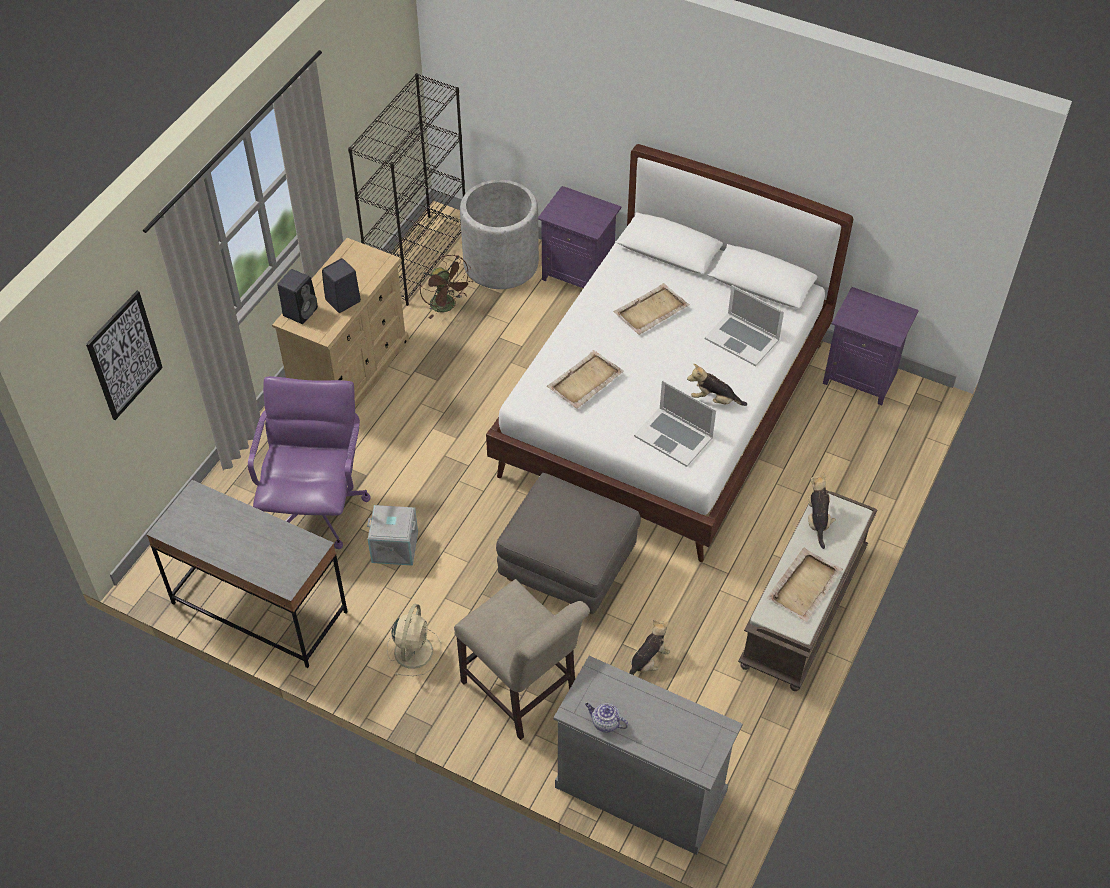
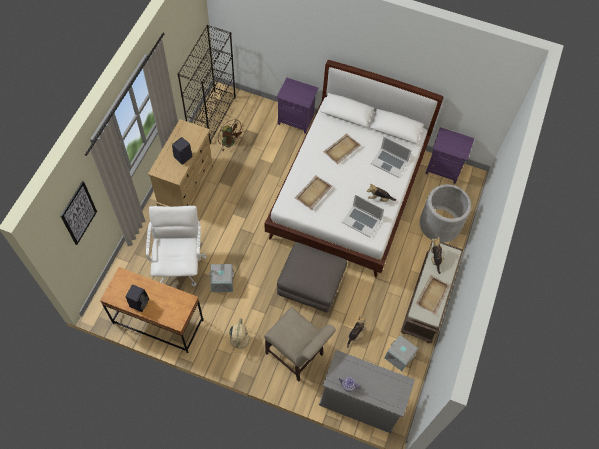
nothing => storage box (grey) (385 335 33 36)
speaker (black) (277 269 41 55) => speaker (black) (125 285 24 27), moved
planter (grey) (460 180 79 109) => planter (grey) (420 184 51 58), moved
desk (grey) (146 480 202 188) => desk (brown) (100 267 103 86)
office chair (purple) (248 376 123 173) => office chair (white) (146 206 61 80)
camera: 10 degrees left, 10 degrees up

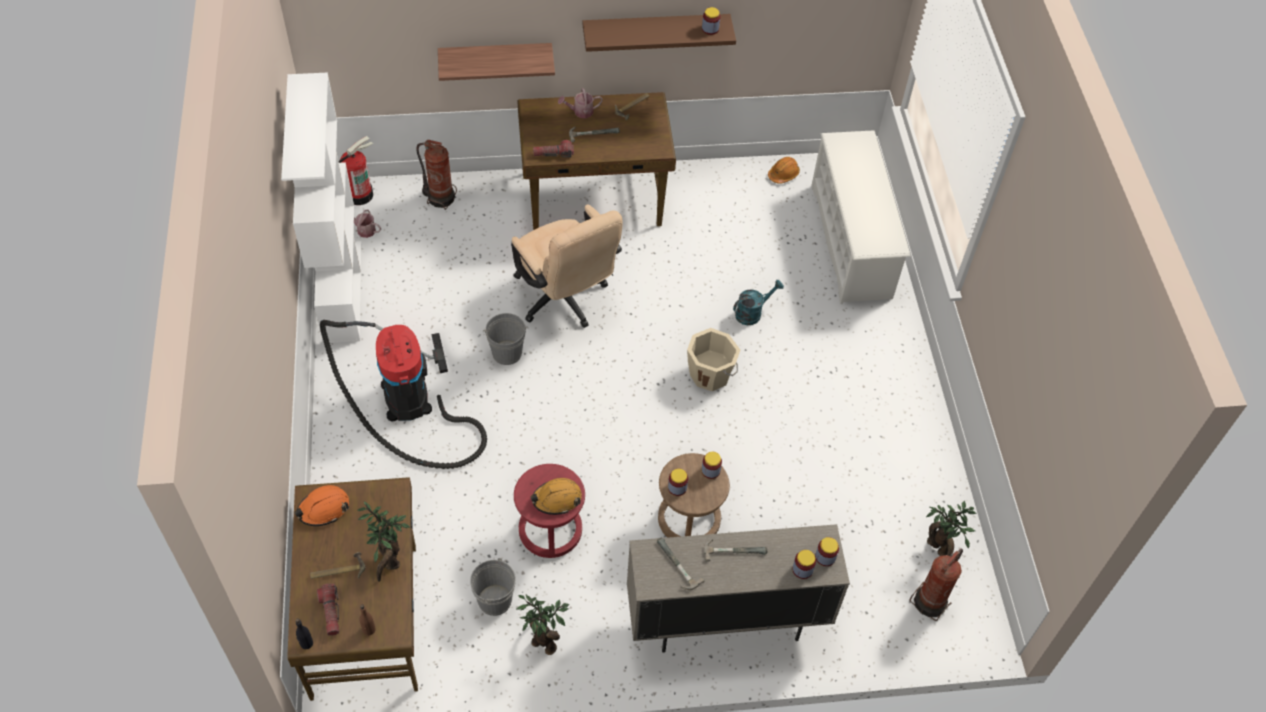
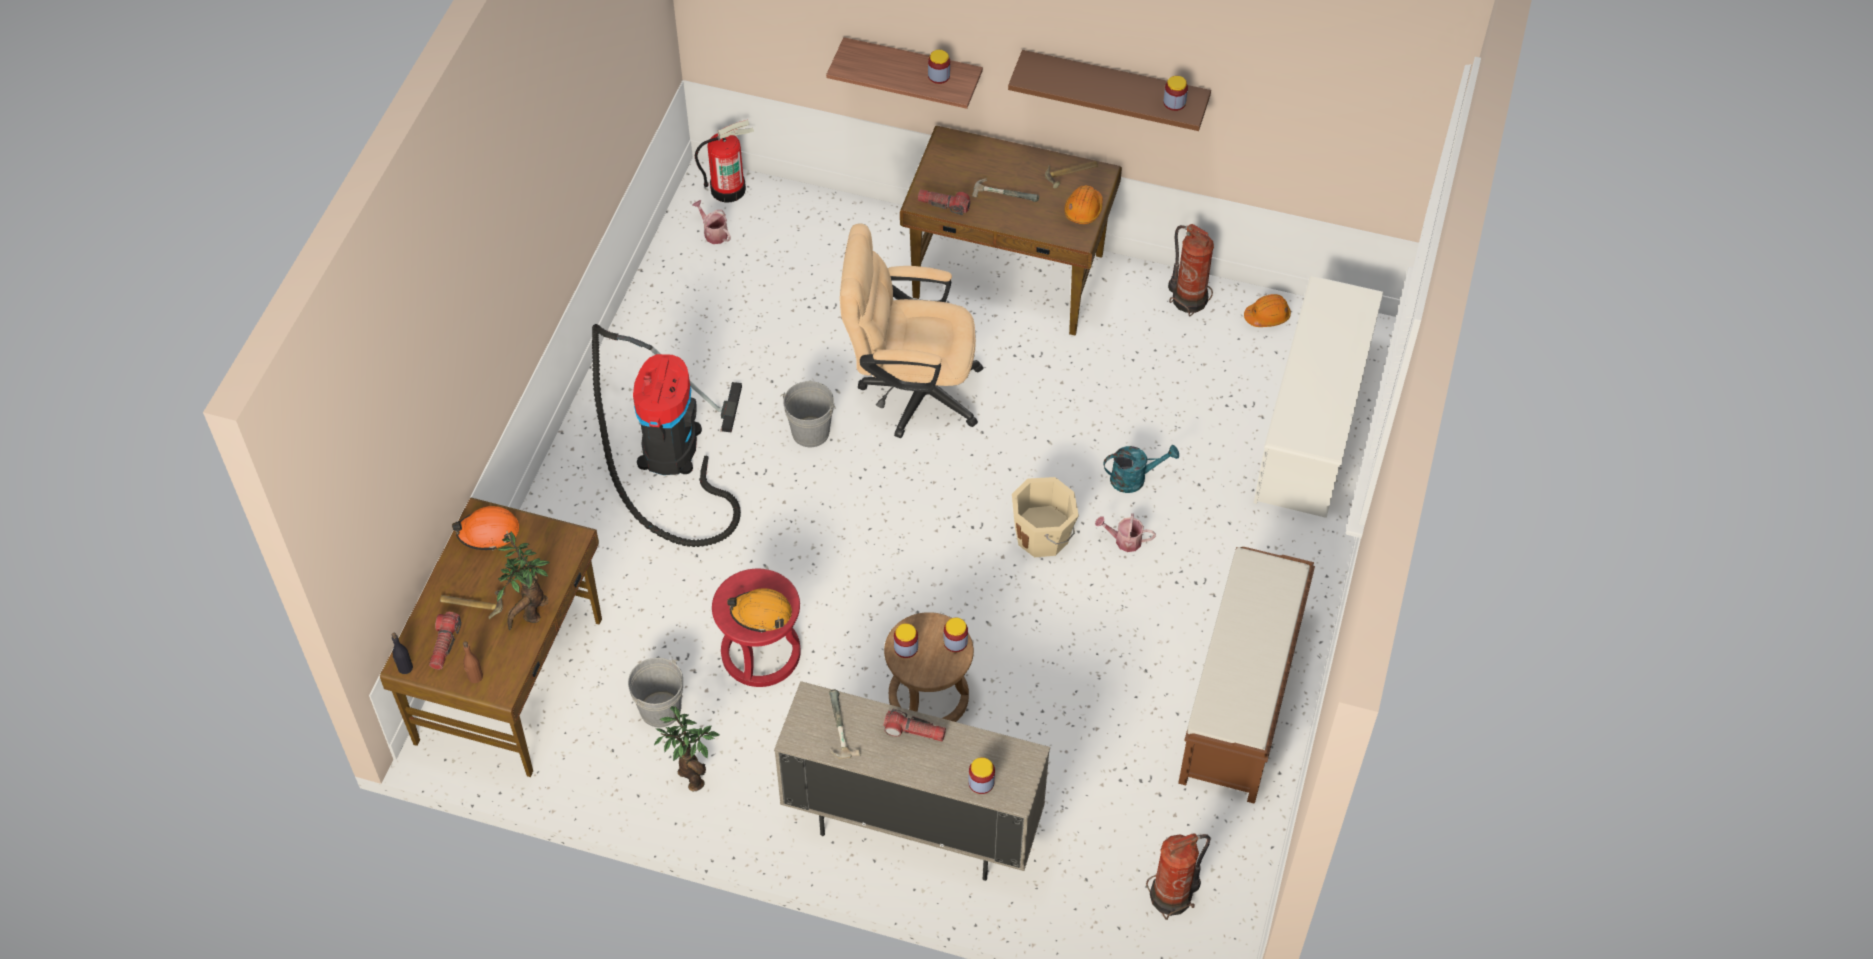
bookcase (white) (281 72 80 271) => nothing
potted plant (926 501 51 55) => nothing
nothing => hard hat (orange) (1064 185 39 39)
nothing => bench (brown) (1178 547 137 257)
fire extinguisher (416 140 41 70) => fire extinguisher (1168 224 46 92), moved
watering can (558 88 44 30) => watering can (1095 513 61 39), moved
jar (815 537 24 29) => jar (928 50 22 34), moved
hammer (704 539 64 23) => flashlight (884 709 62 33)
office chair (beige) (511 205 112 123) => office chair (beige) (840 223 144 215), 105 degrees clockwise
camera: 25 degrees right, 0 degrees up

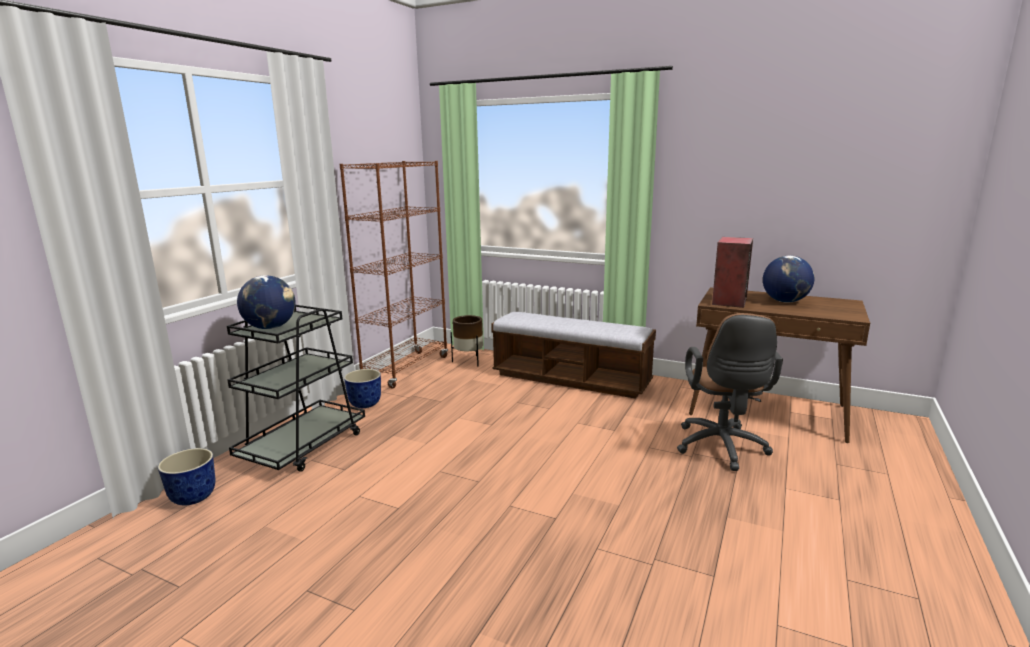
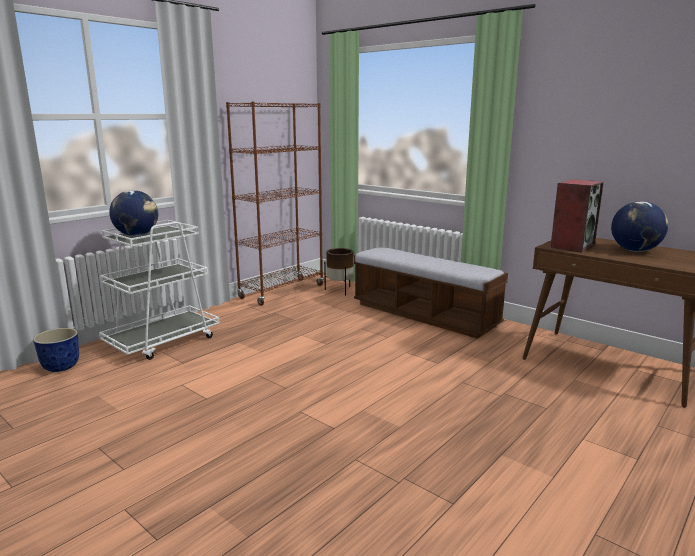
planter (344 369 37 39) => nothing
office chair (brown) (677 313 106 158) => nothing
cart (black) (227 305 138 167) => cart (white) (99 220 121 140)
camera: 15 degrees right, 0 degrees up

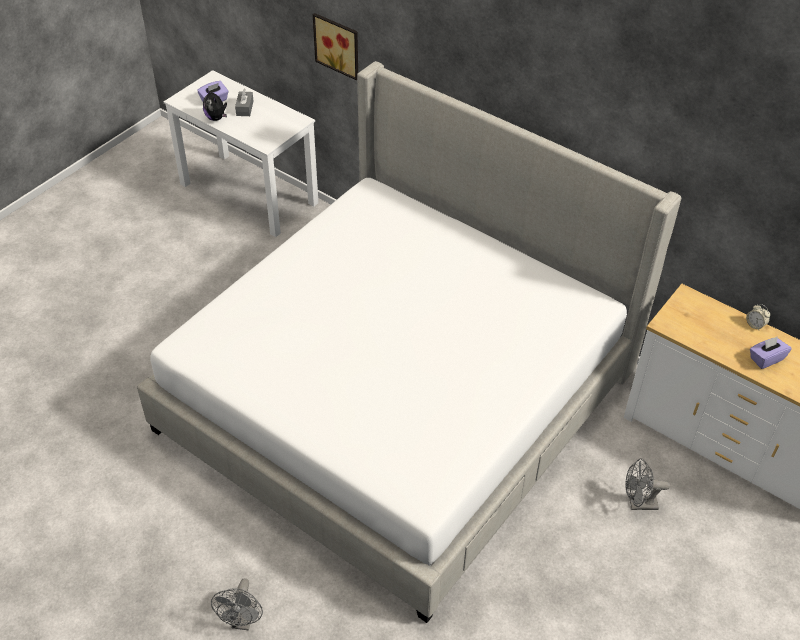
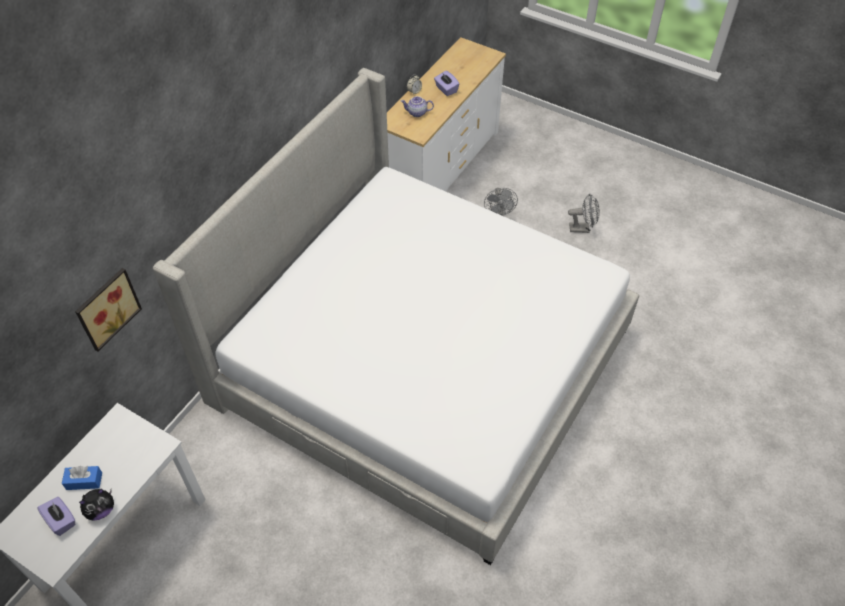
nothing => teapot (401 96 33 21)
fan (grey) (211 578 52 53) => fan (grey) (568 194 32 39), moved
tissue box (grey) (235 89 18 27) => tissue box (blue) (62 466 40 24)
camera: 95 degrees left, 5 degrees up

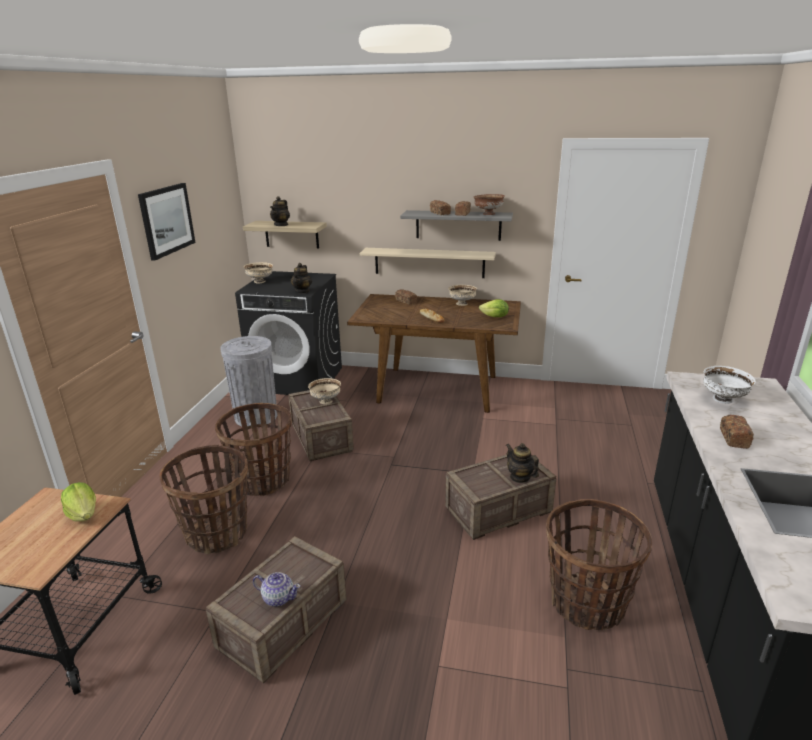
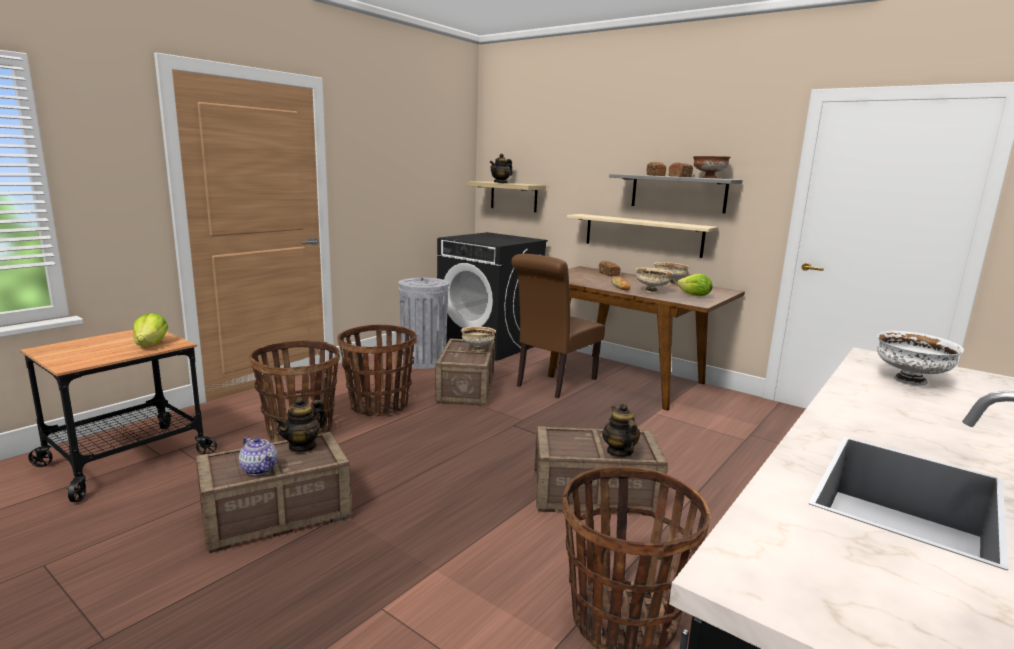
picture (138 183 58 78) => nothing
bread (720 415 34 34) => nothing
nothing => chair (brown) (511 254 94 144)
bowl (beige) (243 262 30 21) => bowl (beige) (636 268 37 25), moved
teapot (291 263 21 31) => teapot (274 397 53 56), moved
camera: 25 degrees right, 10 degrees down

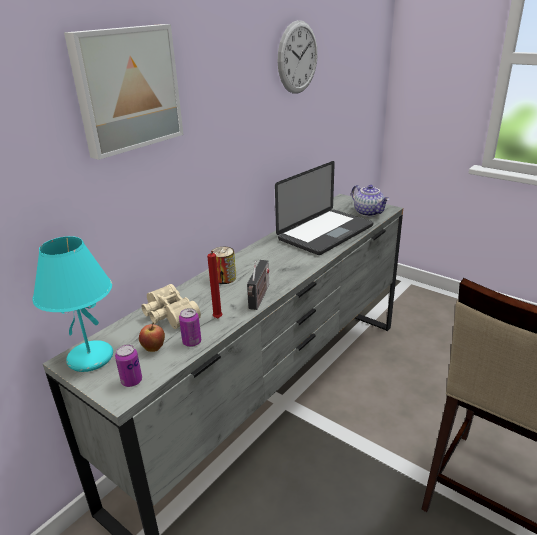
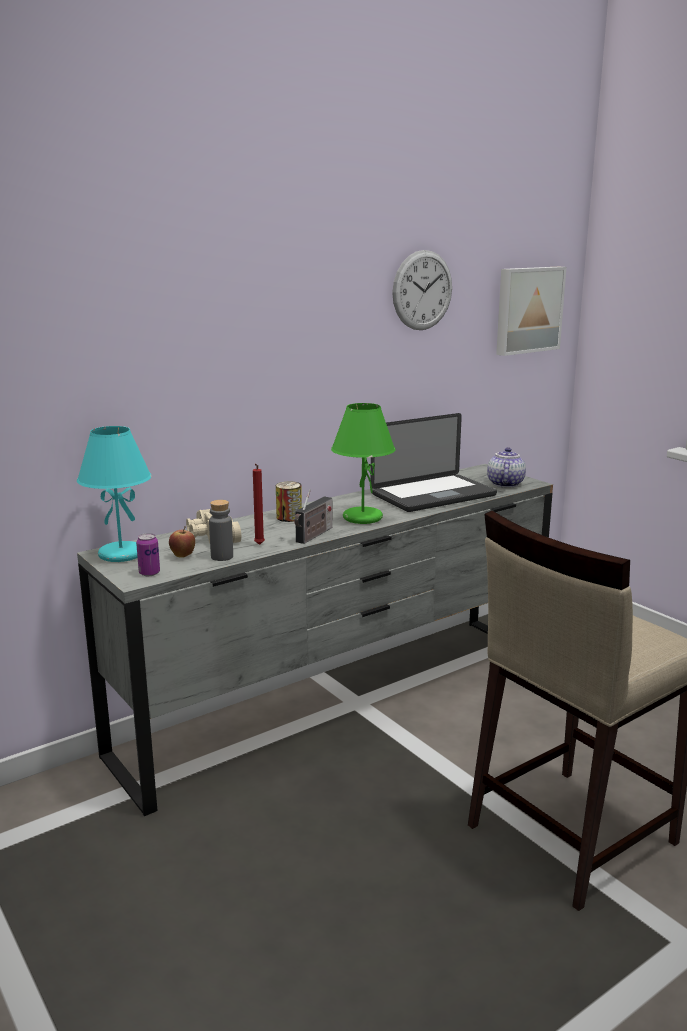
nothing => table lamp (green) (331 403 65 121)
picture (64 24 120 136) => picture (496 267 71 89), moved
can (179 308 22 39) => bottle (grey) (209 500 24 61)
teapot (351 185 38 32) => teapot (487 447 39 41), 150 degrees counterclockwise
camera: 15 degrees right, 10 degrees down

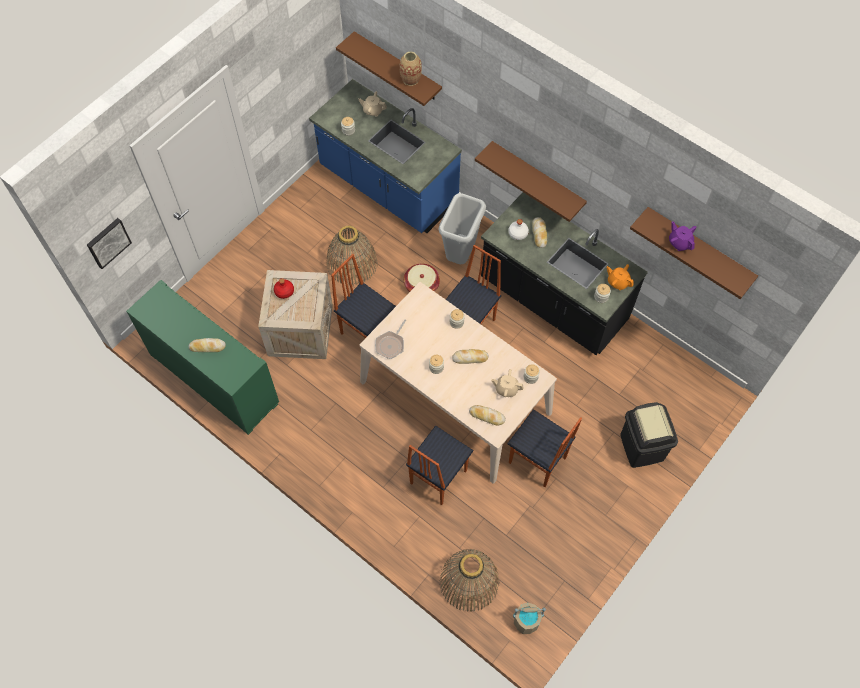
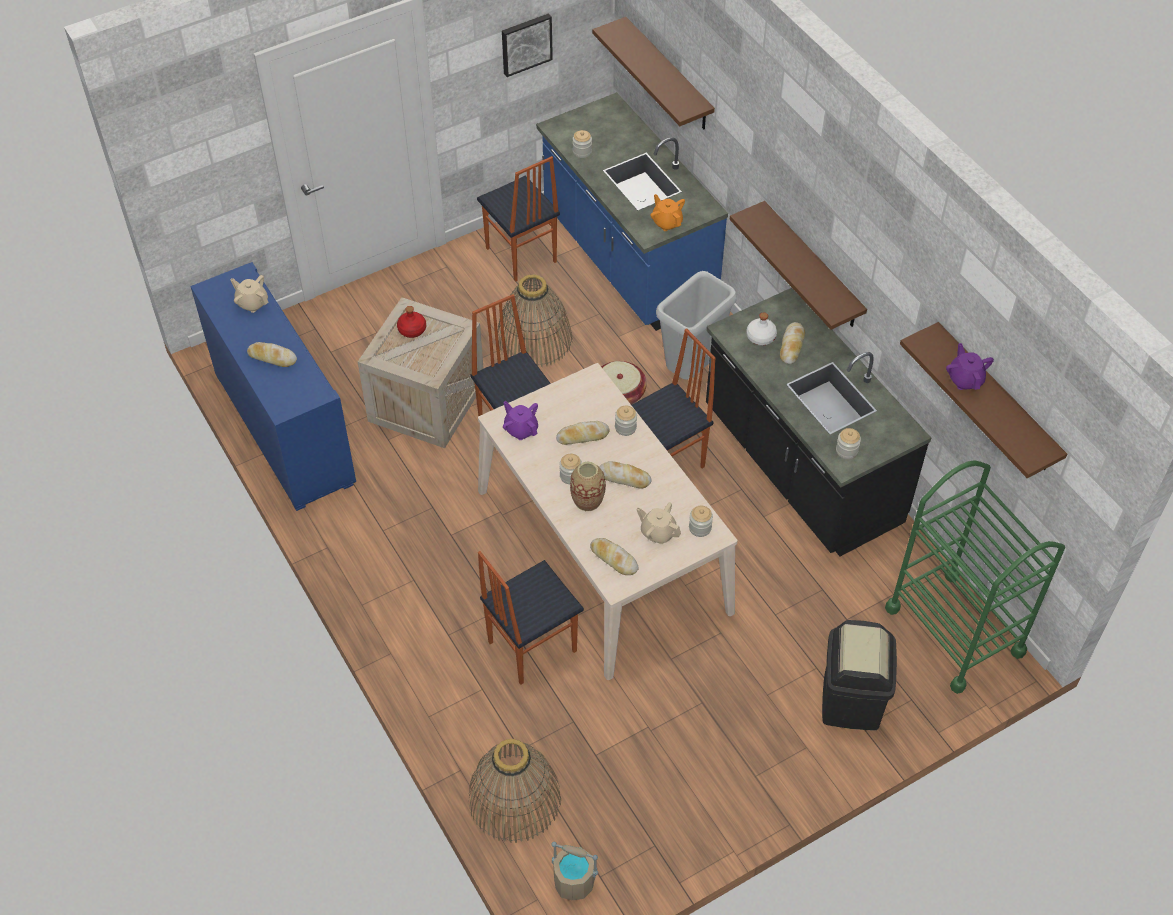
nothing => bread (556 421 53 24)
nothing => cart (green) (885 460 180 234)
picture (87 218 45 51) => picture (502 13 51 64), moved
teapot (beige) (358 91 29 26) => teapot (beige) (230 275 38 38), moved
vase (399 51 23 35) => vase (570 461 36 50), moved
chair (508 409 74 78) => chair (477 156 83 126), moved
teapot (orange) (606 264 28 26) => teapot (orange) (651 194 34 37), moved
frying pan (375 320 31 39) => teapot (purple) (503 401 35 39)
cabinet (green) (126 280 153 155) => cabinet (blue) (190 262 166 249)
camera: 20 degrees right, 10 degrees down

